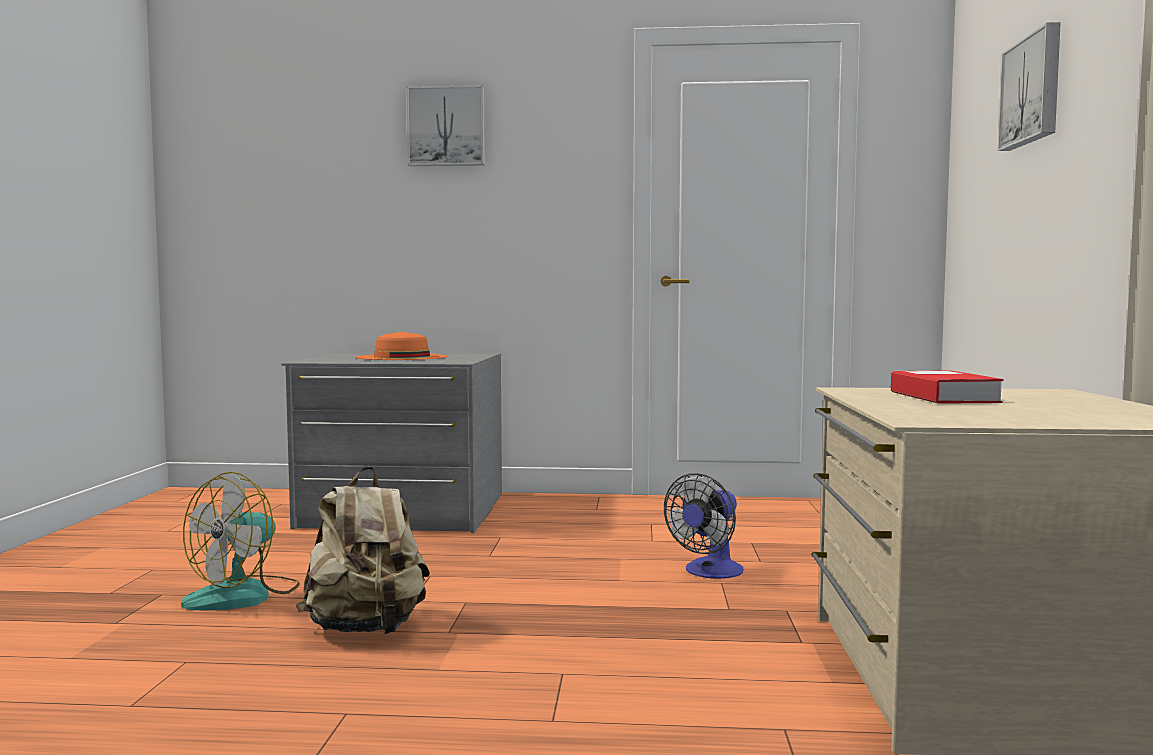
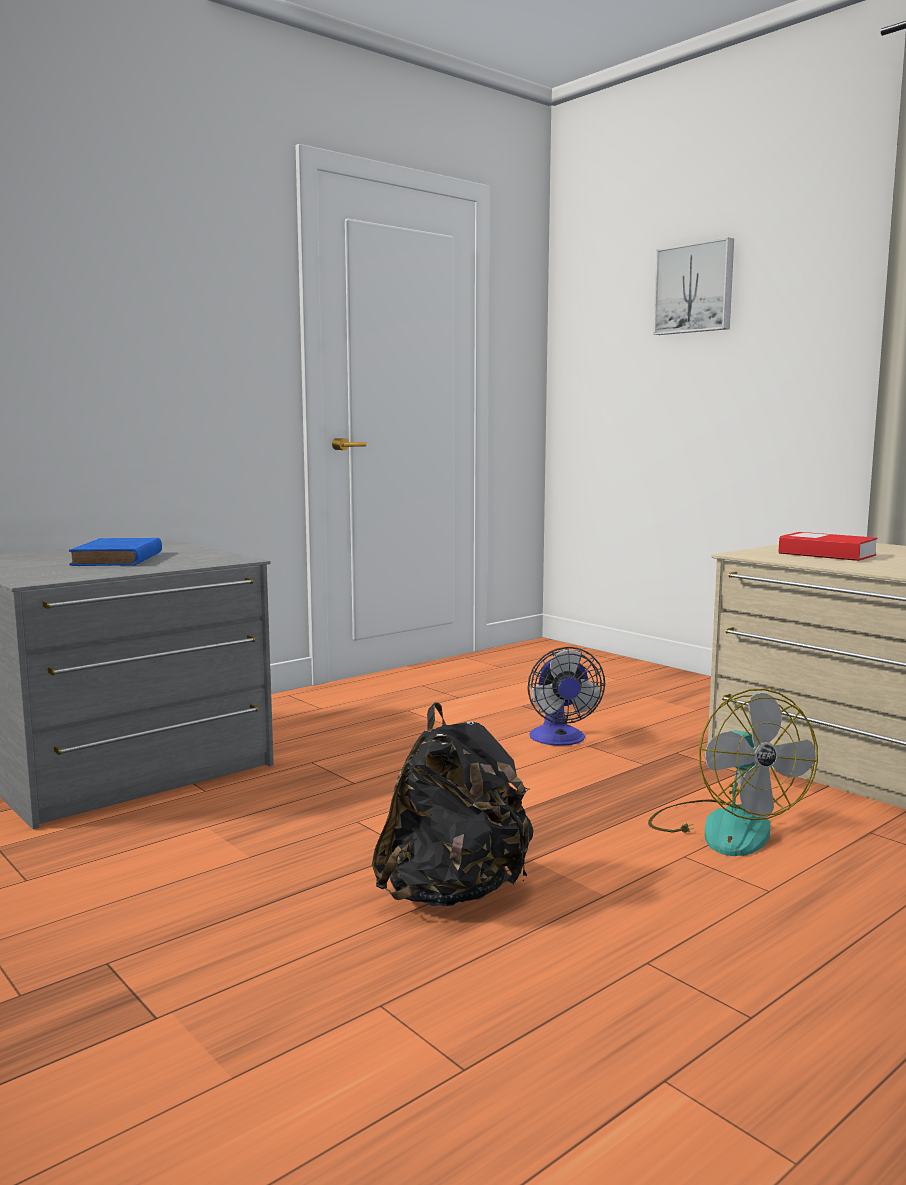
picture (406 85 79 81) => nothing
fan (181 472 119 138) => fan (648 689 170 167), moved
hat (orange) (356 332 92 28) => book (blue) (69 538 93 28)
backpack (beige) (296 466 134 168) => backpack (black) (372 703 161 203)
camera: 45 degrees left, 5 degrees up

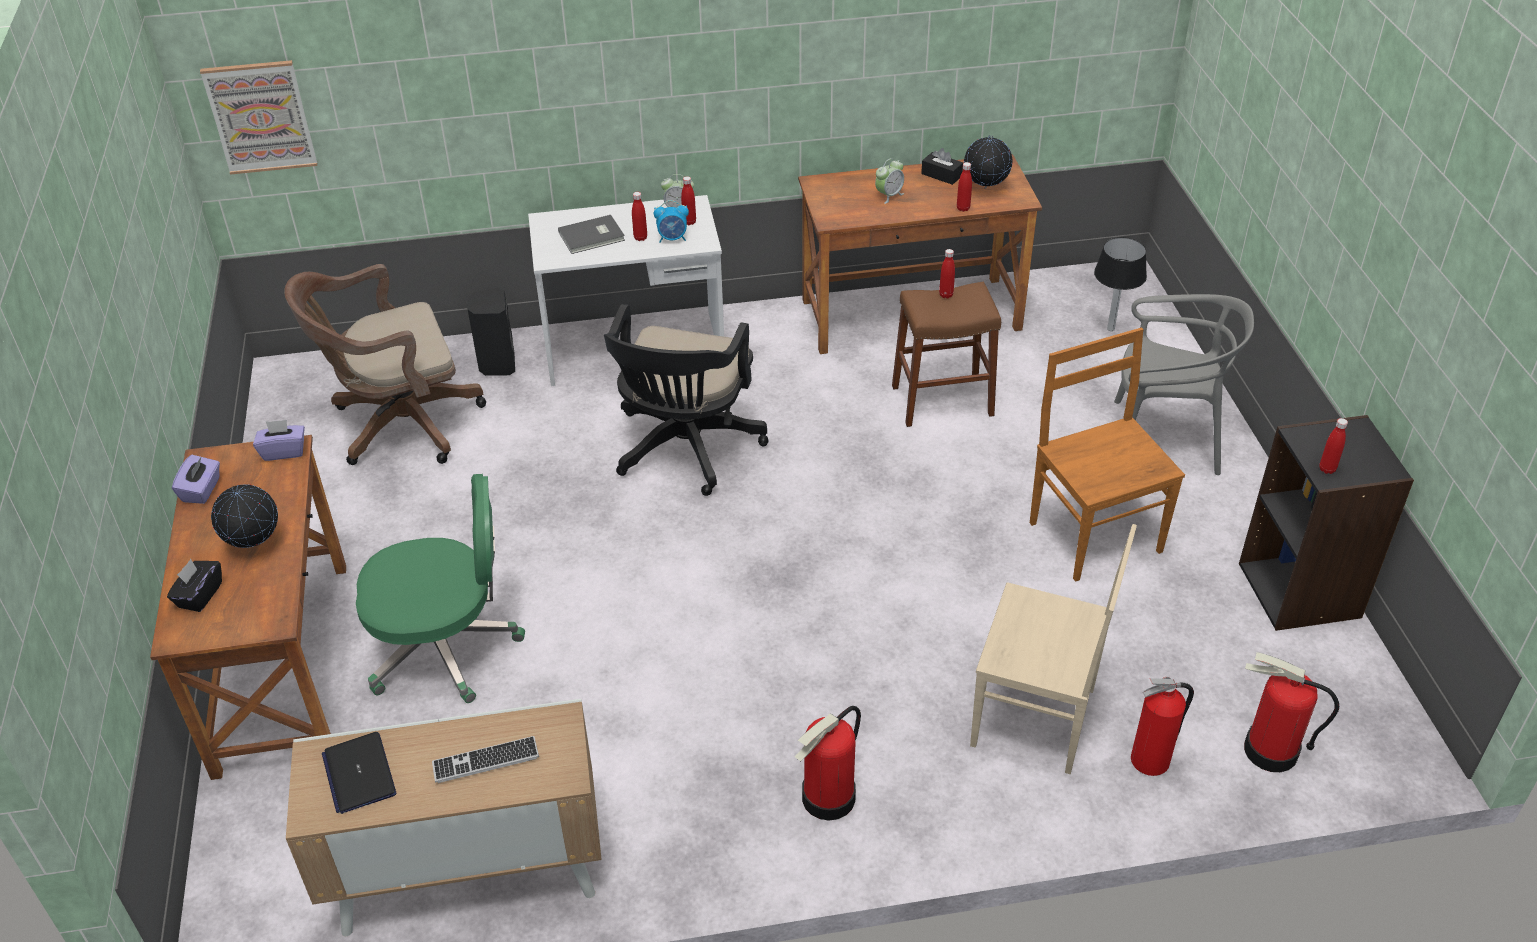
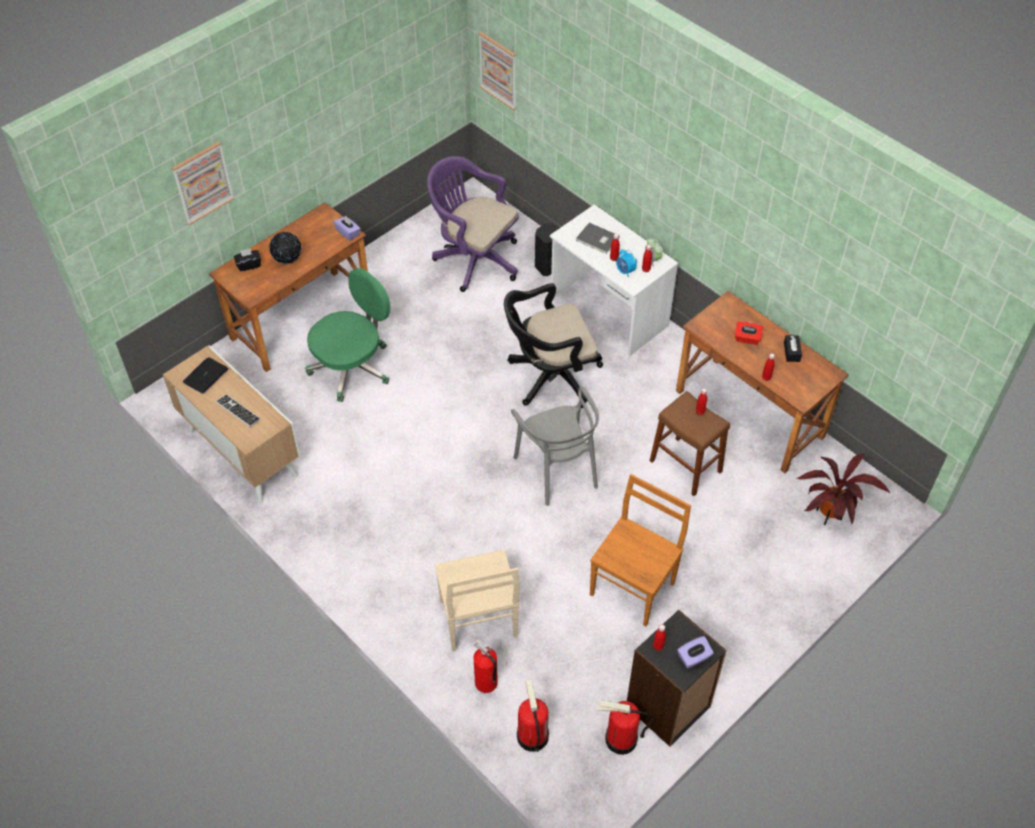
globe (964 135 49 54) => nothing
nothing => picture (172 141 63 84)
tissue box (purple) (172 455 48 49) => tissue box (purple) (677 636 37 32), moved
fire extinguisher (795 706 66 114) => fire extinguisher (596 701 57 54), moved
chair (grey) (1114 294 140 181) => chair (grey) (511 386 88 120), moved
alarm clock (875 158 29 46) => tissue box (red) (735 321 28 24)
table lamp (1094 237 53 94) => potted plant (797 454 93 71)
office chair (brown) (284 264 202 201) => office chair (purple) (427 156 92 136)
office chair (green) (356 474 169 229) => office chair (green) (305 268 85 134), 90 degrees counterclockwise
camera: 55 degrees right, 10 degrees up

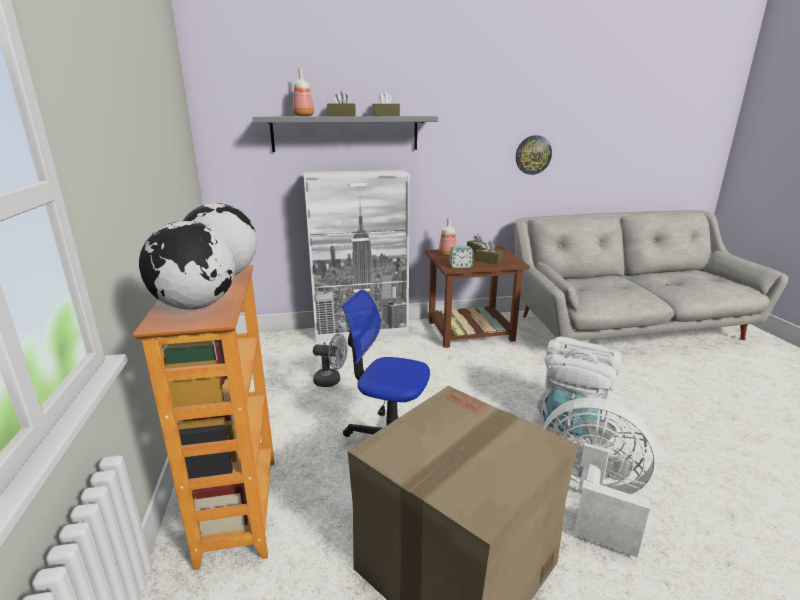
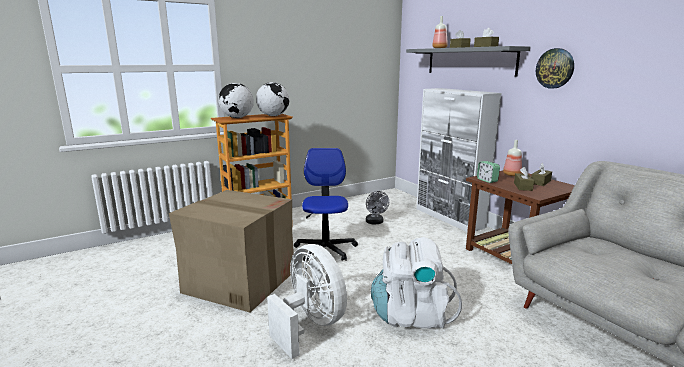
wall clock (516 135 36 40) => wall clock (536 48 38 41), moved
fan (white) (543 397 114 160) => fan (white) (267 244 80 115), 45 degrees counterclockwise
camera: 70 degrees right, 5 degrees down

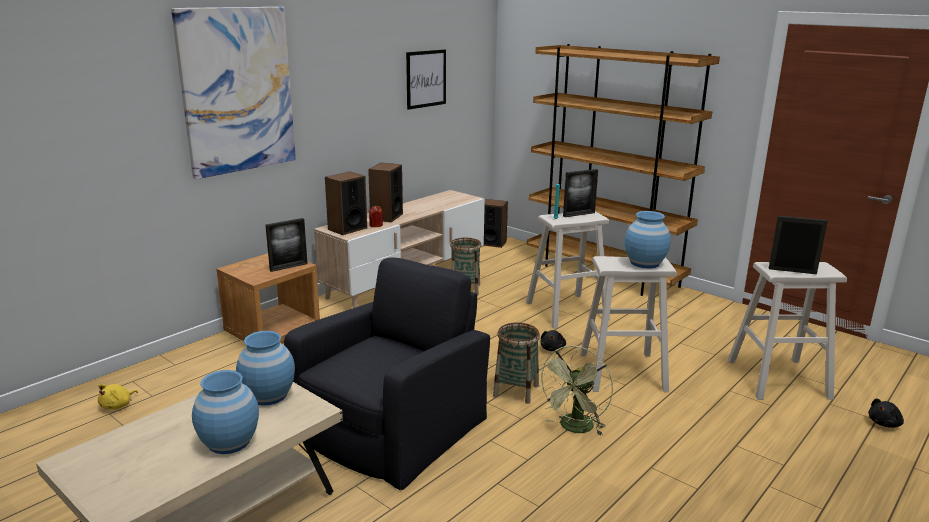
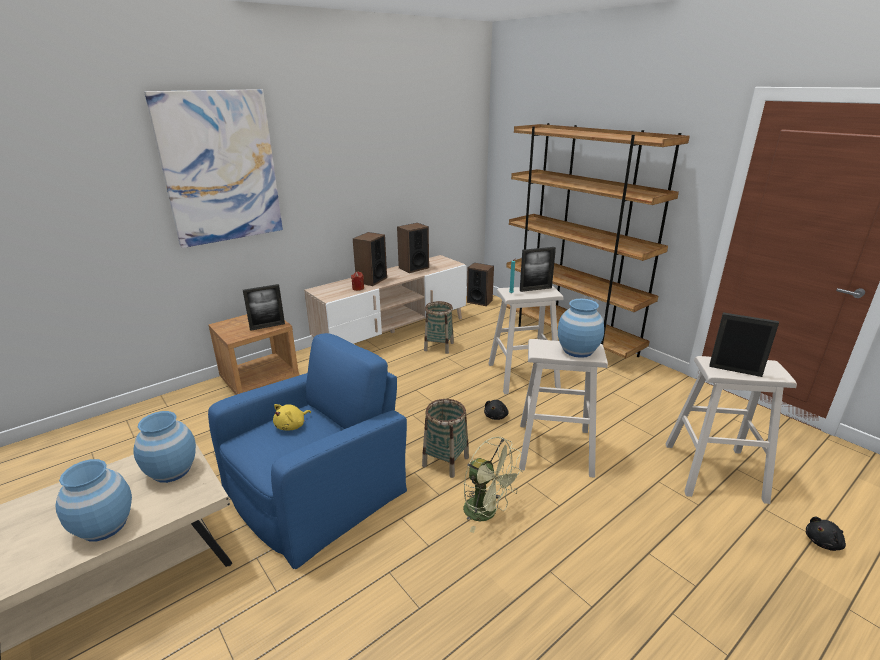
picture (406 49 40 61) => nothing
plush toy (yellow) (98 384 40 25) => plush toy (yellow) (273 404 38 26), moved
speaker (325 172 42 63) => speaker (397 223 32 50), moved
armchair (black) (284 257 206 233) => armchair (blue) (208 333 199 236)
fan (green) (536 346 77 90) => fan (green) (463 437 60 96), 90 degrees counterclockwise
camera: 10 degrees right, 5 degrees up

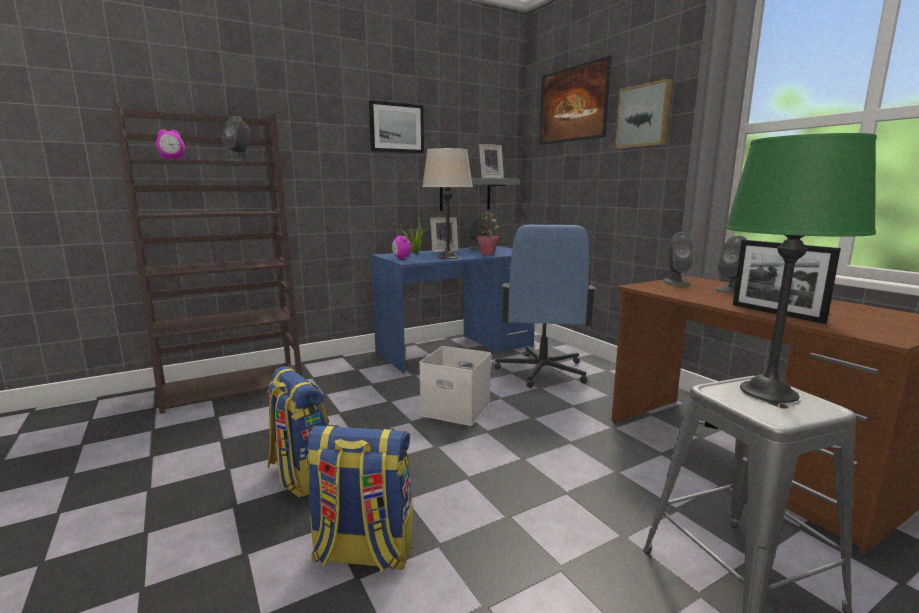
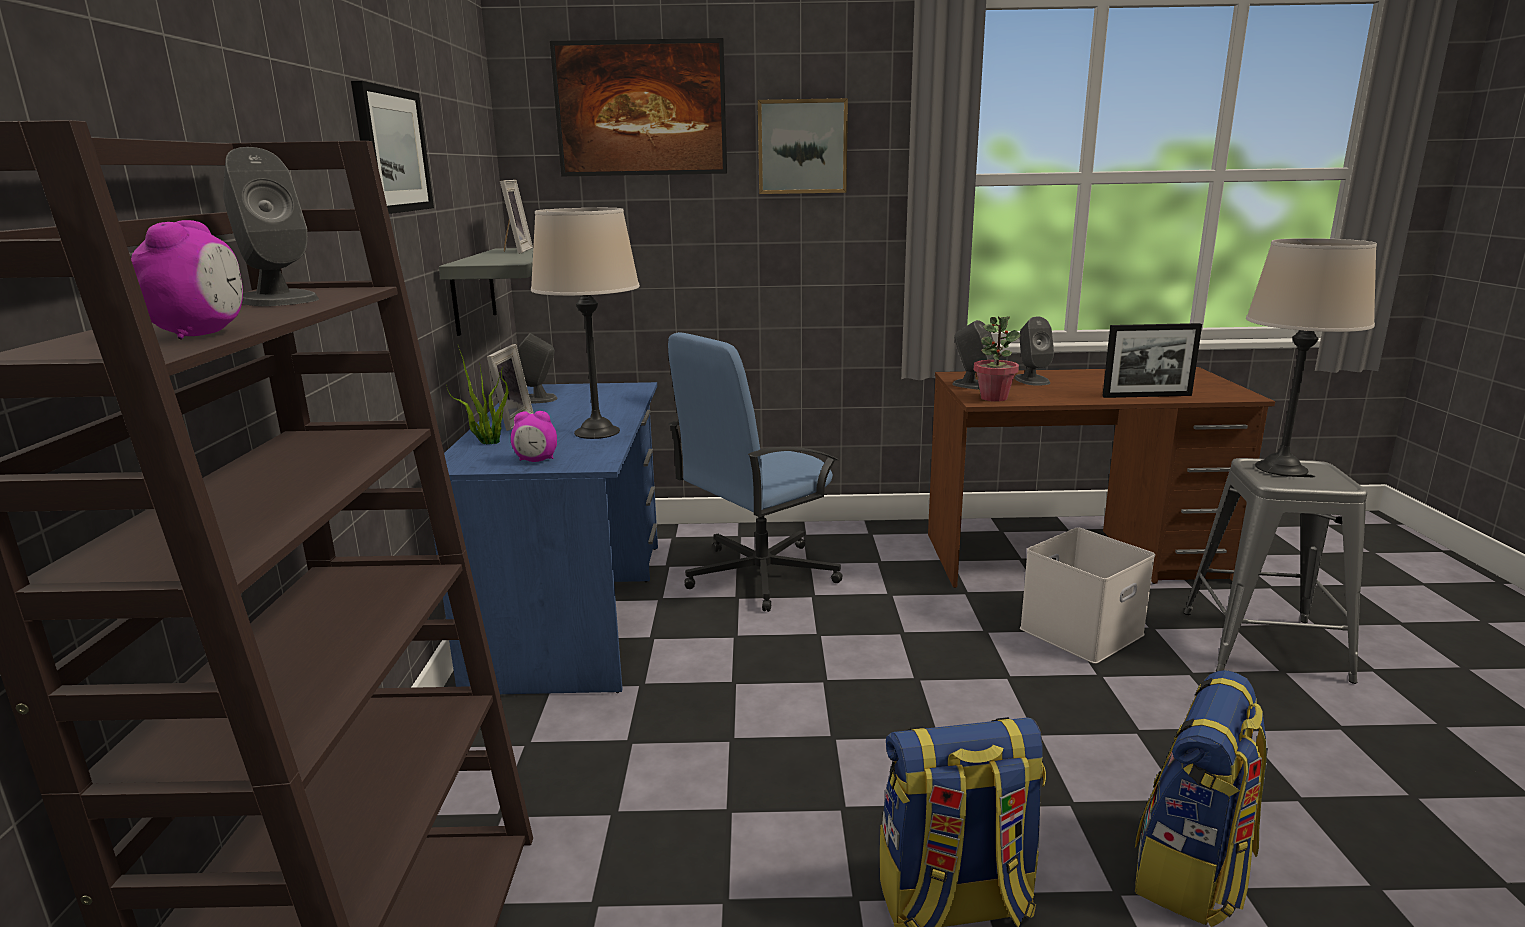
storage box (white) (419 346 72 80) => storage box (white) (1020 527 135 137), moved
potted plant (477 212 22 43) => potted plant (974 316 47 86), moved
table lamp (green) (725 133 152 270) => table lamp (beige) (1246 238 131 238)
office chair (blue) (494 225 102 163) => office chair (blue) (668 332 175 280), 105 degrees clockwise
camera: 60 degrees left, 5 degrees up

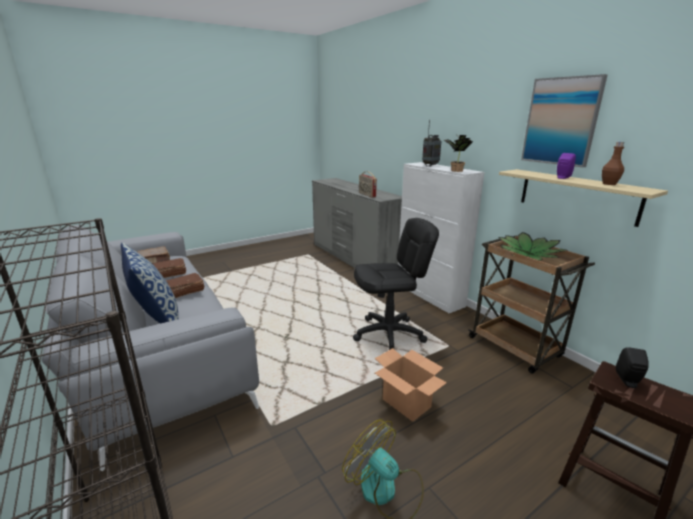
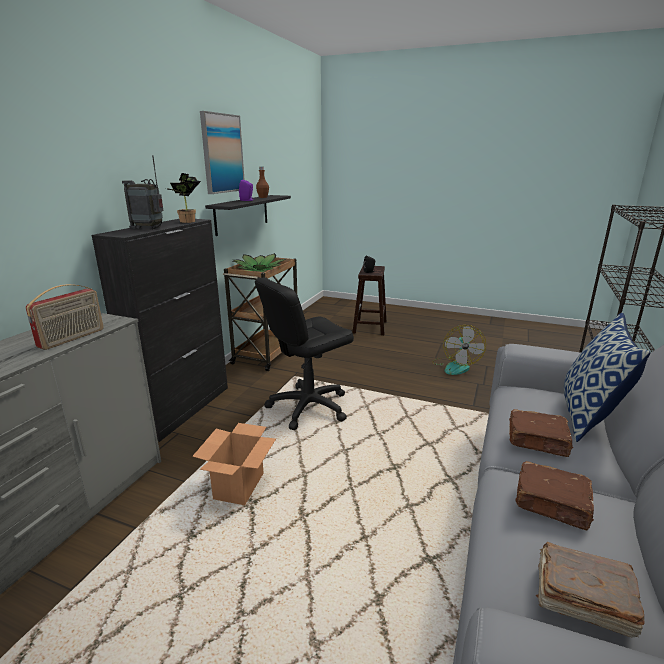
cardboard box (375 348 72 74) => cardboard box (192 423 84 82), moved
cabinet (white) (398 162 87 151) => cabinet (black) (91 219 137 223)
shelf (beige) (499 169 169 58) => shelf (black) (205 195 86 41)
office chair (black) (353 218 86 133) => office chair (black) (255 277 99 153), 75 degrees counterclockwise
camera: 125 degrees left, 0 degrees up

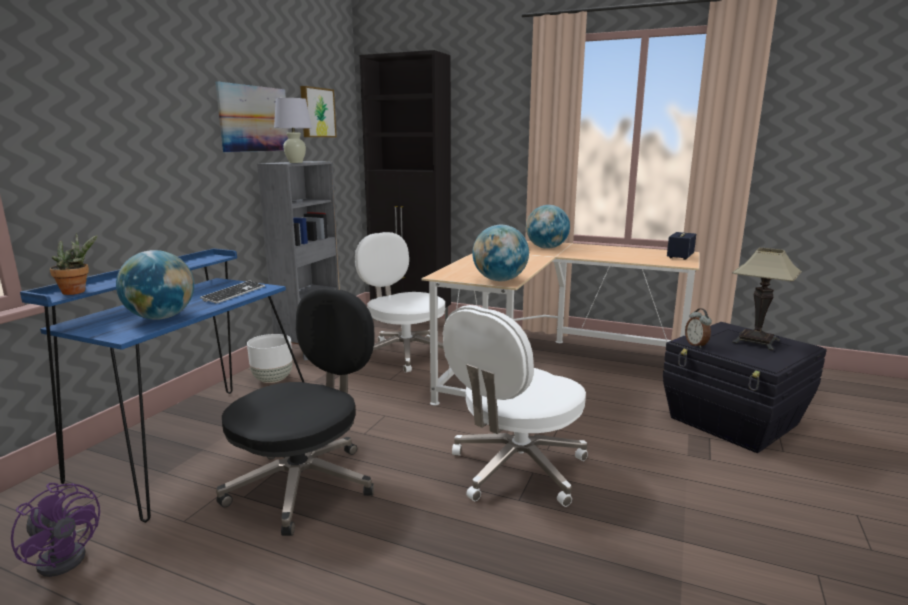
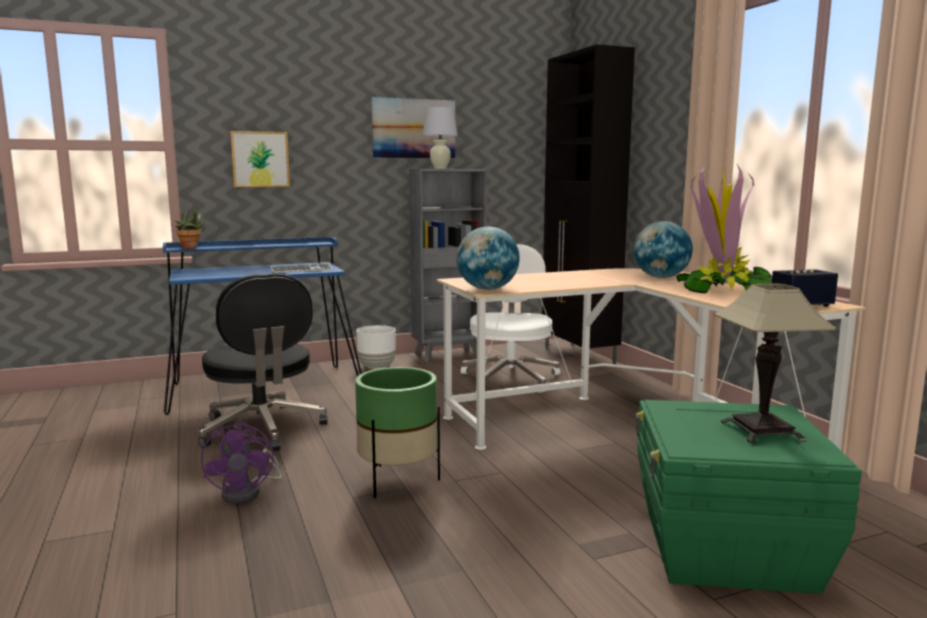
globe (116 250 78 70) => nothing
alarm clock (685 308 27 40) => nothing
nothing => potted plant (676 164 96 129)
fan (purple) (11 483 89 94) => fan (purple) (201 421 81 82), moved
picture (300 86 37 51) => picture (230 131 60 56), moved
office chair (white) (443 305 145 202) => planter (green) (355 367 85 131)
storage box (black) (663 322 164 131) => storage box (green) (636 400 226 194)
office chair (black) (216 288 158 248) => office chair (black) (198 274 130 177), 75 degrees clockwise
camera: 45 degrees right, 5 degrees down

